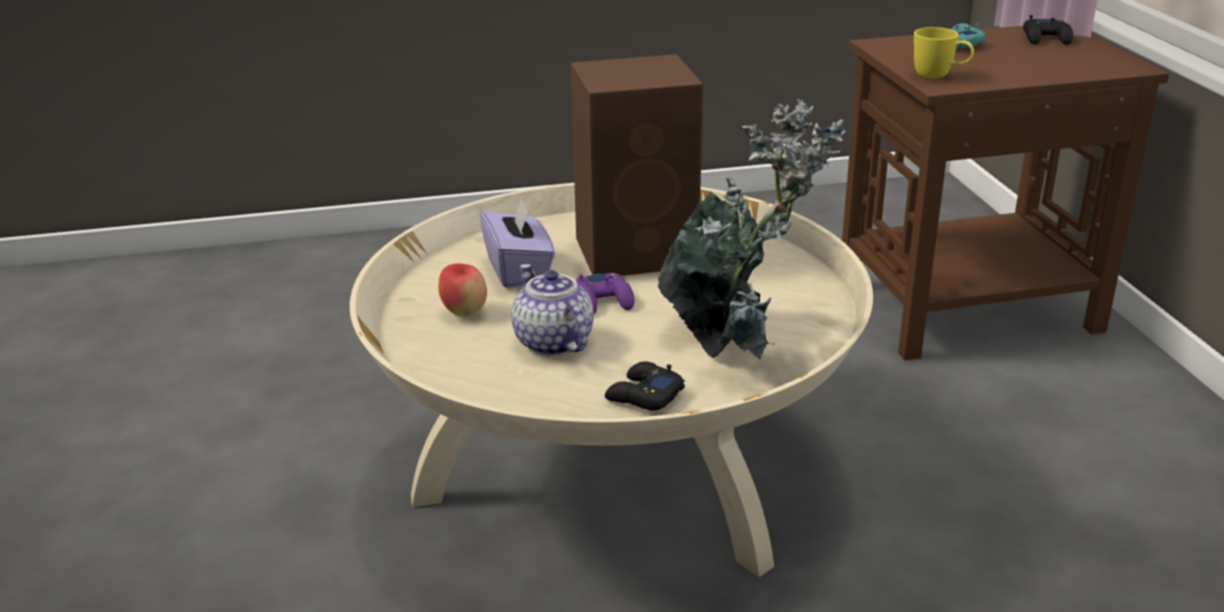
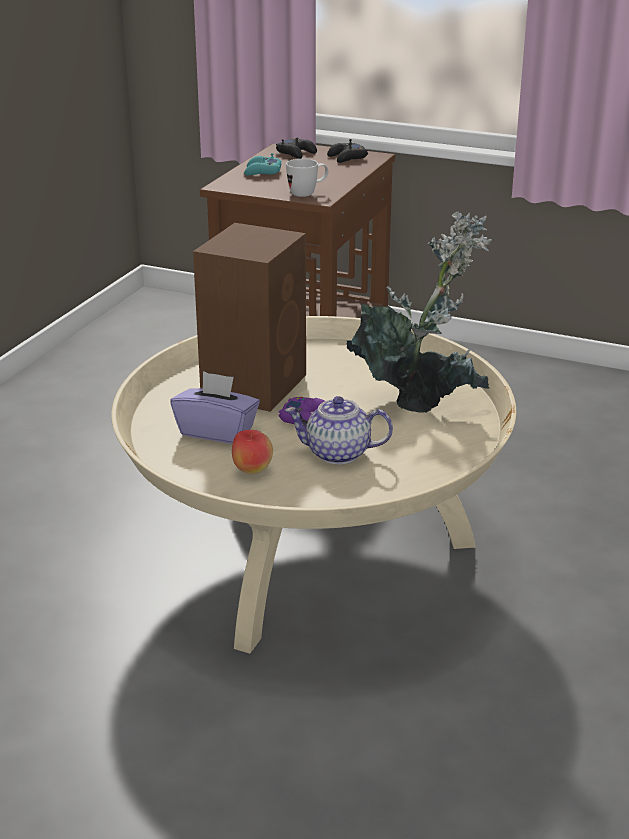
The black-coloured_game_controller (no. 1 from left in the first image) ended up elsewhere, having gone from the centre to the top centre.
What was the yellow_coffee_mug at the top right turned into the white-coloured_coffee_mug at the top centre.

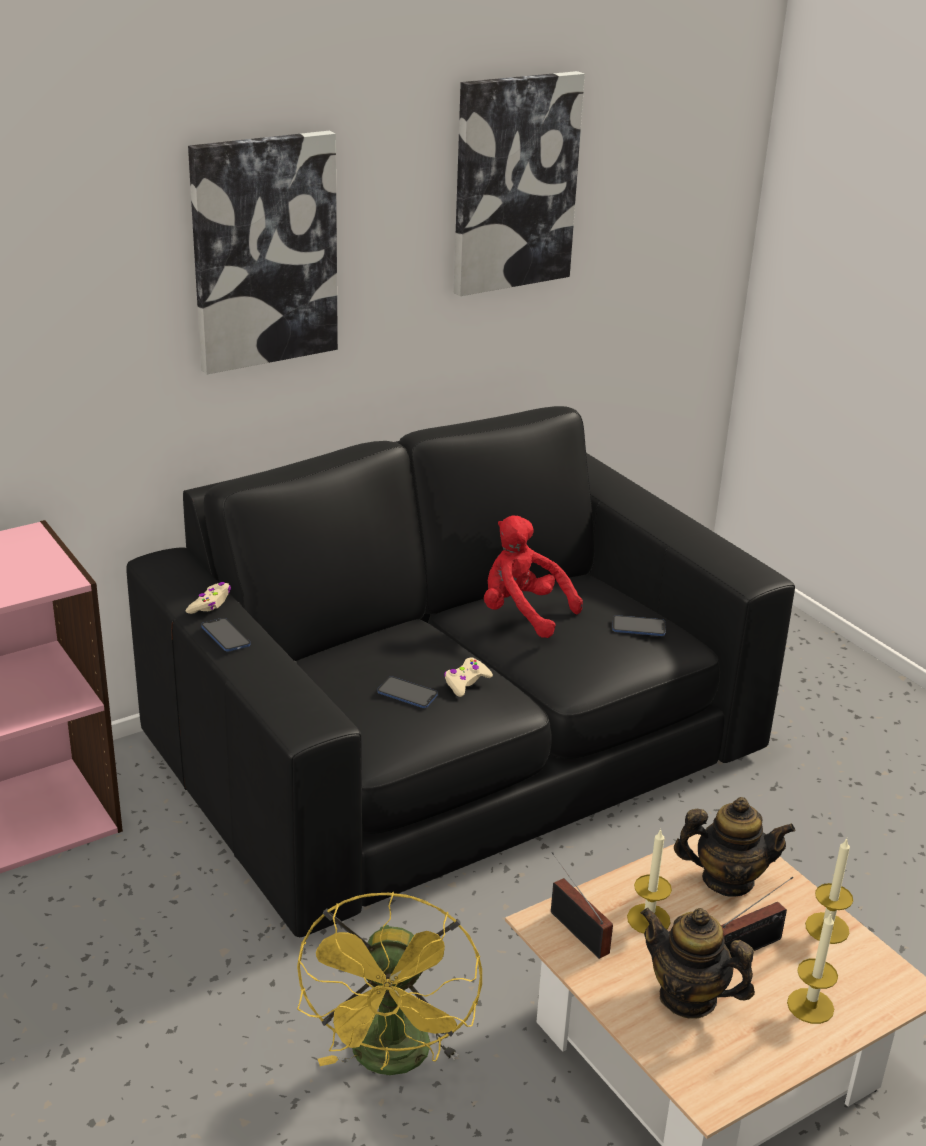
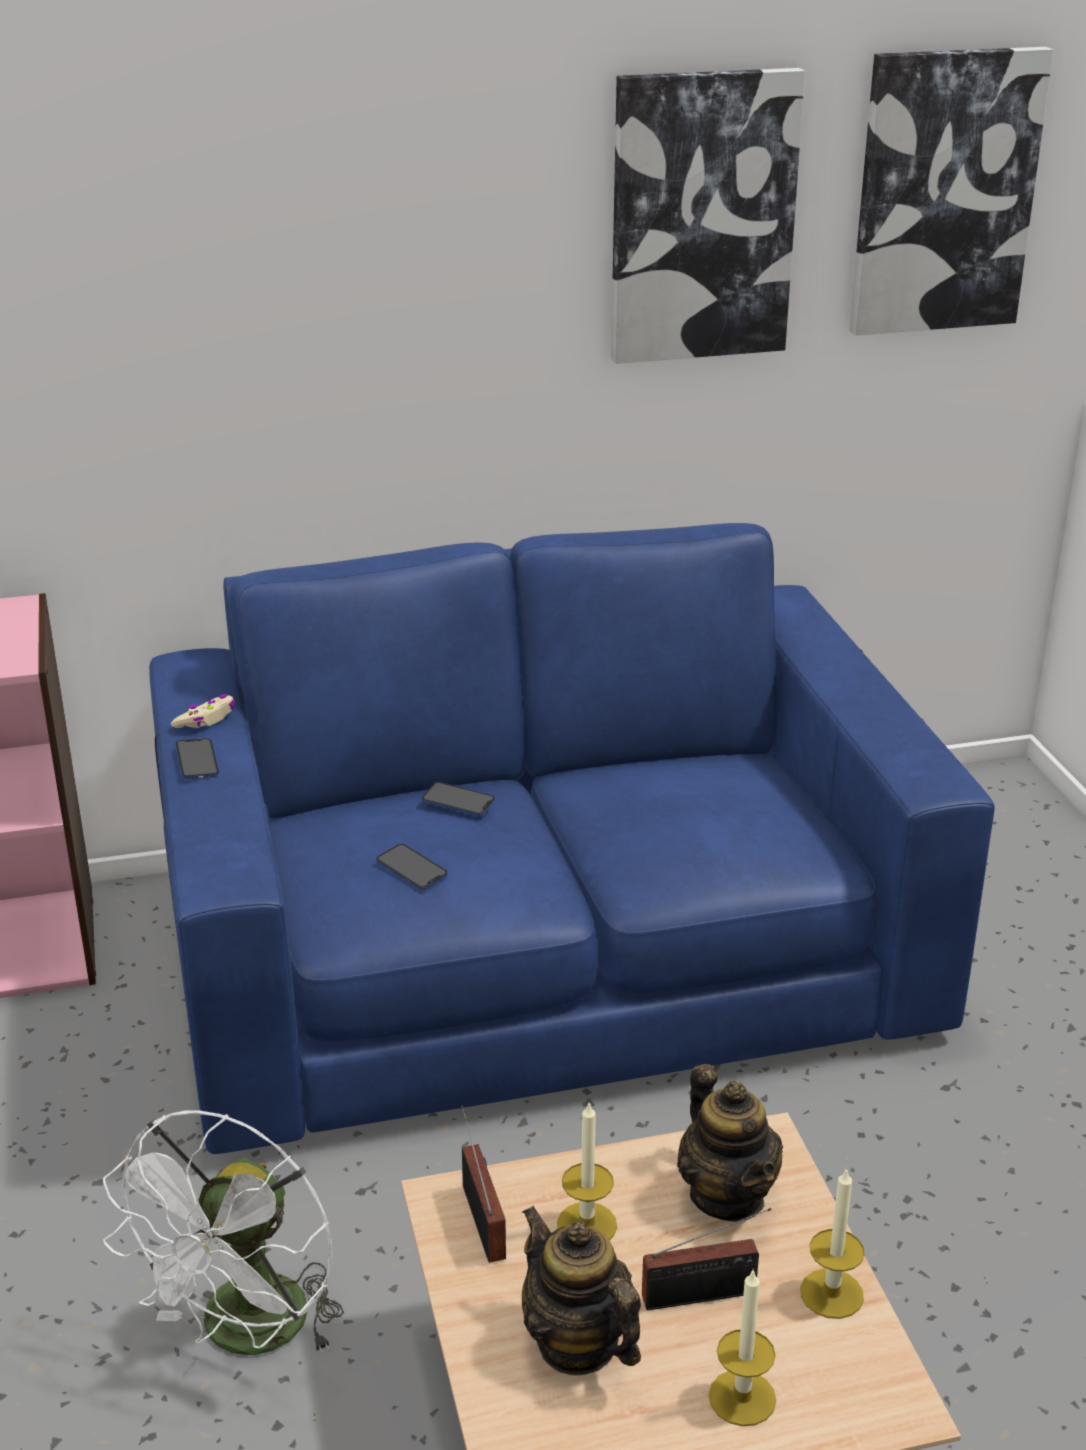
The second view lost the beige-coloured_game_controller (no. 2 from left) at the centre.
The second view lost the red-coloured_soft_toy at the centre.
The wall_art (no. 1 from left in the first image) ended up elsewhere, having gone from the top left to the top right.
The telephone (no. 3 from left) ended up elsewhere, having gone from the middle right to the centre.
What was the black-coloured_settee at the centre turned into the blue_settee at the centre.
What was the yellow_electric_fan at the bottom centre turned into the white-coloured_electric_fan at the bottom left.
The tea_pot (no. 2 from left) at the bottom right ended up facing another way, 45 degrees clockwise from before.

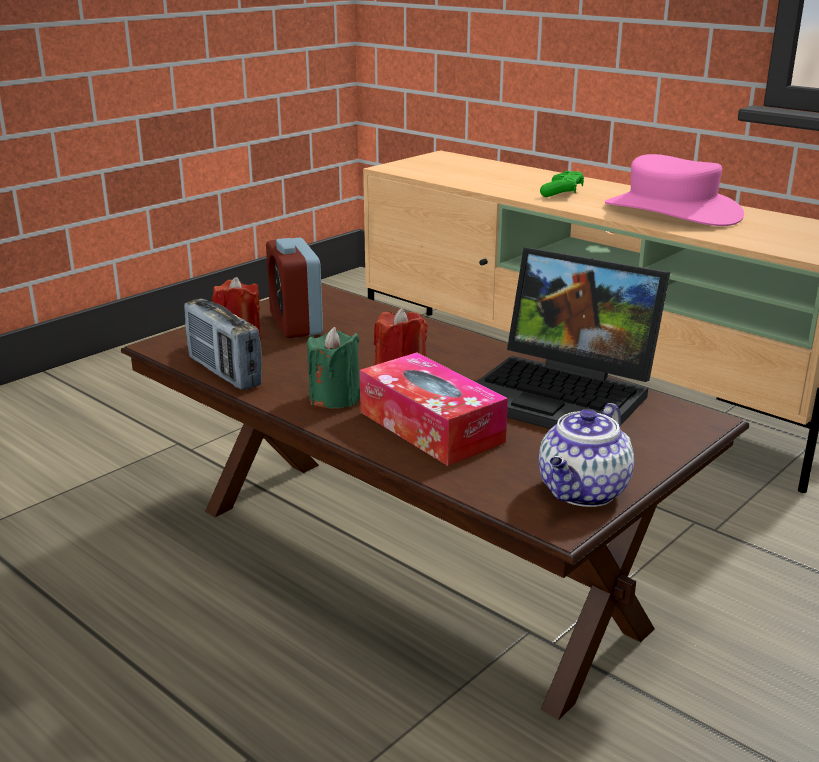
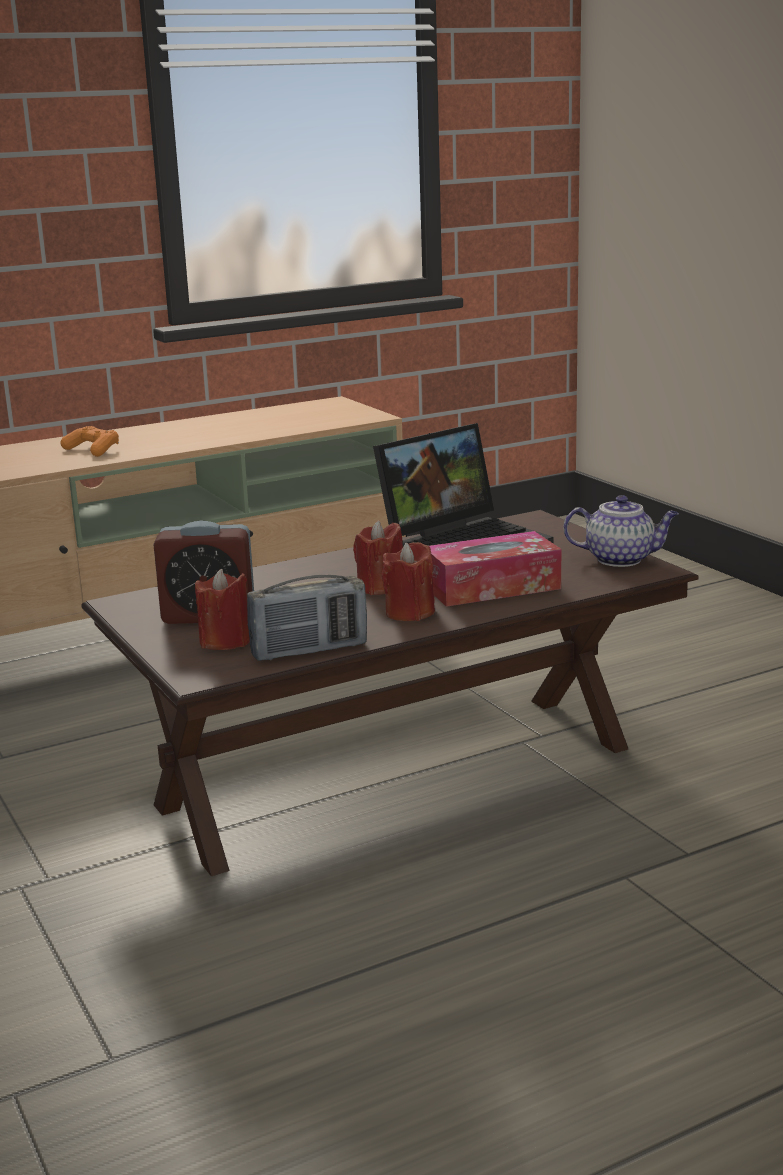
The second view lost the pinkish_hat at the top right.
What was the green_wax_candle at the centre turned into the red-coloured_wax_candle (no. 3 from left) at the centre.
What was the green_game_controller at the top right turned into the orange_game_controller at the middle left.
The tea_pot at the middle right ended up facing another way, 45 degrees counterclockwise from before.

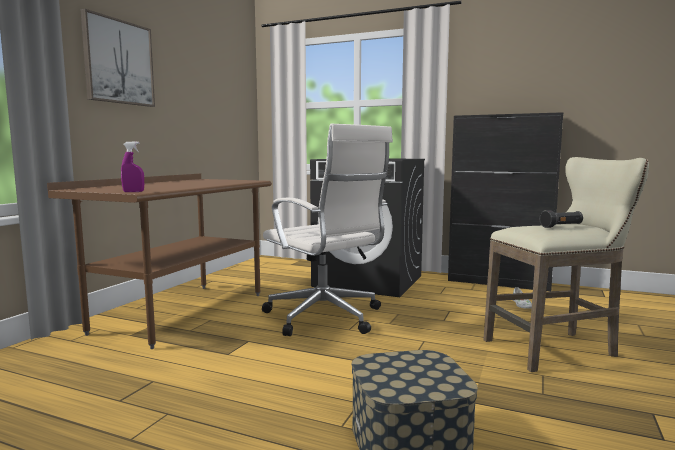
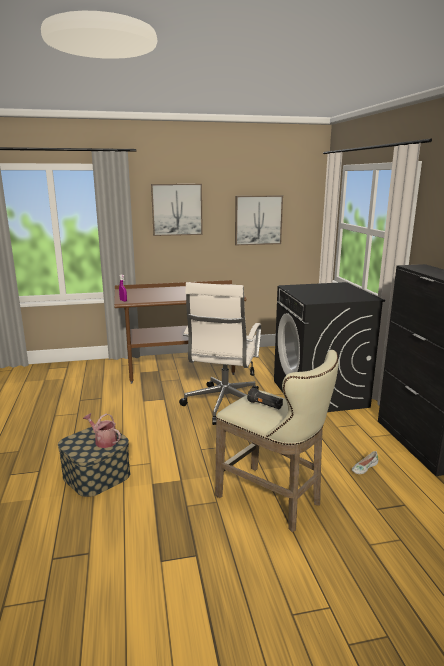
The second view gained the sprinkling_can at the middle left.
The second view gained the wall_art (no. 2 from left) at the top centre.

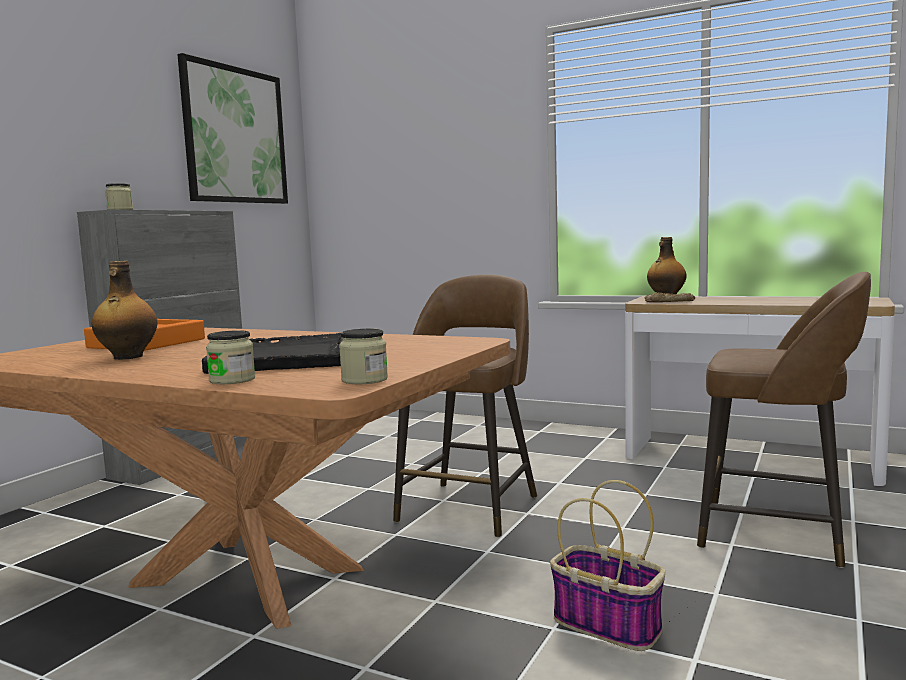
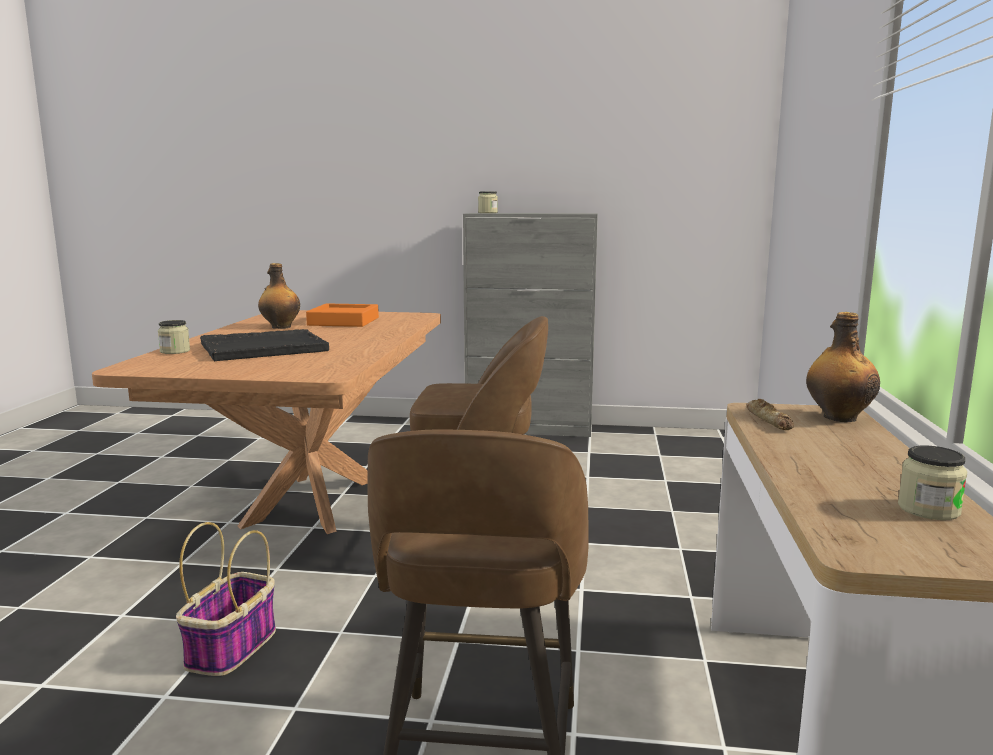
The second view lost the wall_art at the top left.
The jar (no. 3 from left) ended up elsewhere, having gone from the centre to the middle right.

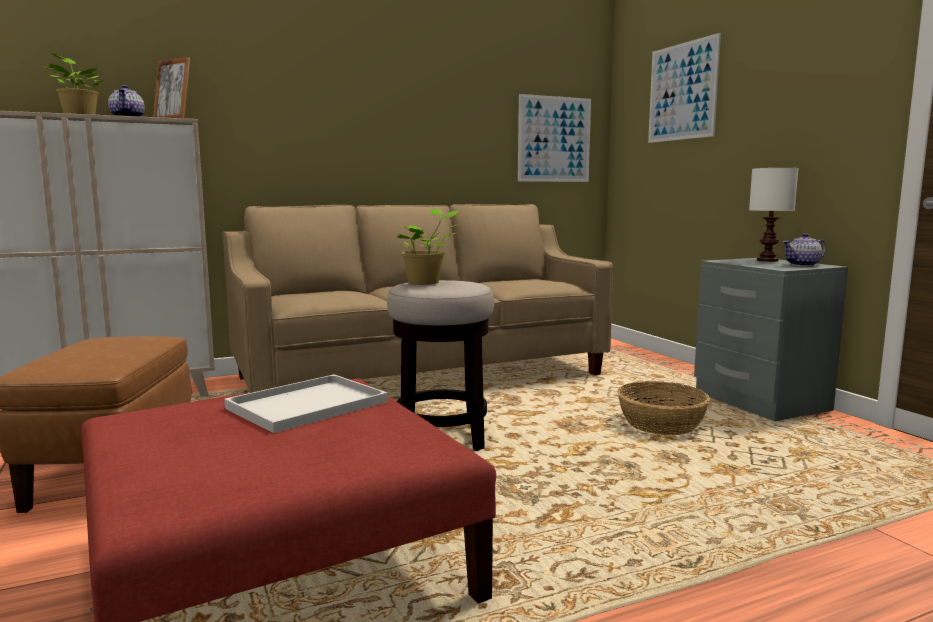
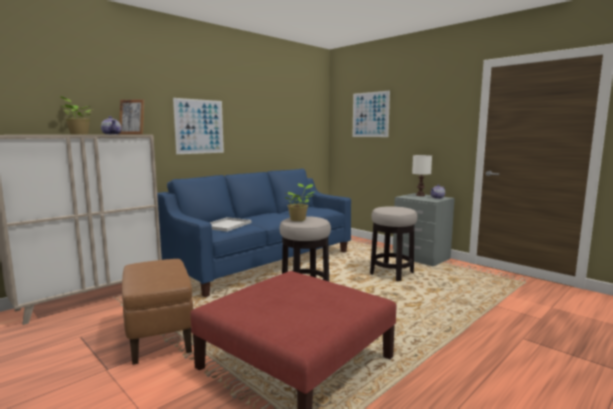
The white-coloured_serving_tray ended up elsewhere, having gone from the middle left to the centre.
The wall_art (no. 1 from left) ended up elsewhere, having gone from the top centre to the top left.
Where the basket stood at the middle right, the stool_seat (no. 2 from left) came to stand at the centre.
What was the beige-coloured_settee at the centre turned into the blue_settee at the centre.

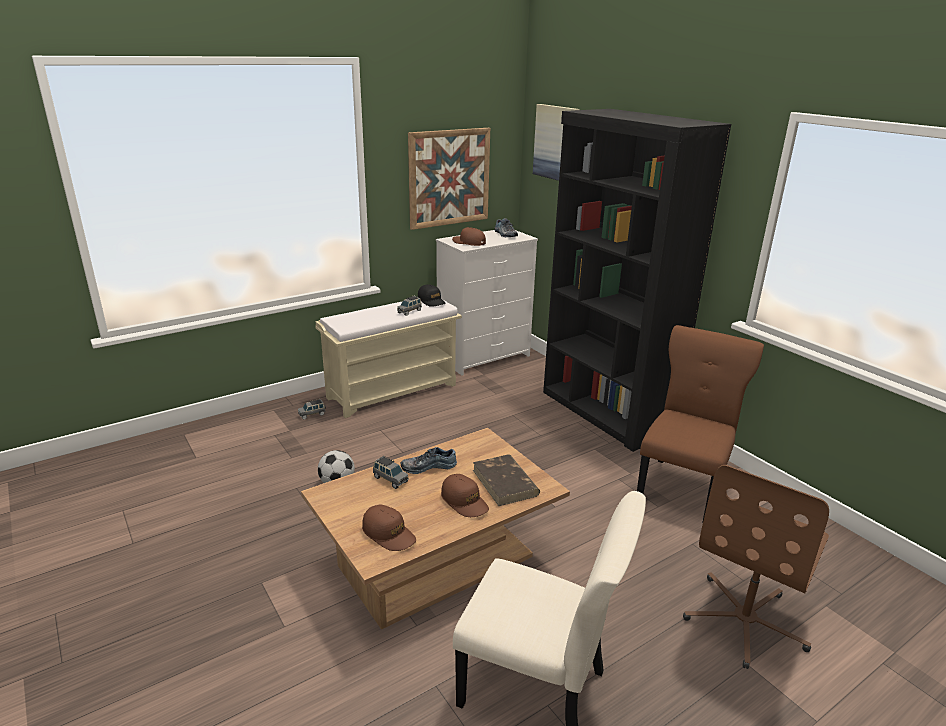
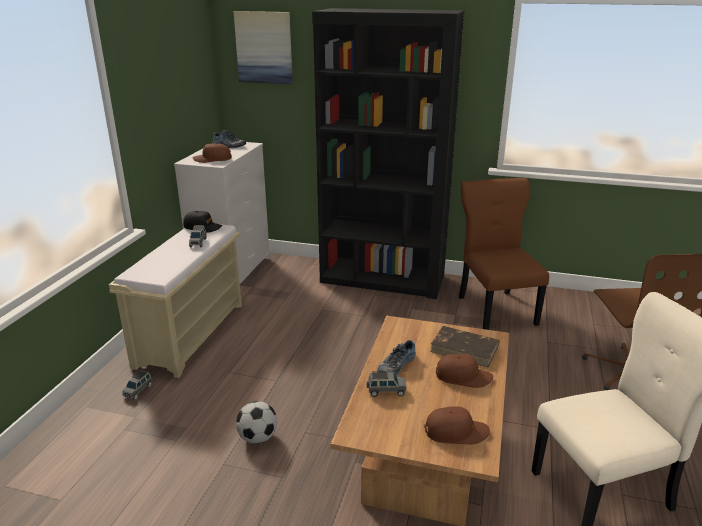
The second view lost the wall_art (no. 1 from left) at the top centre.

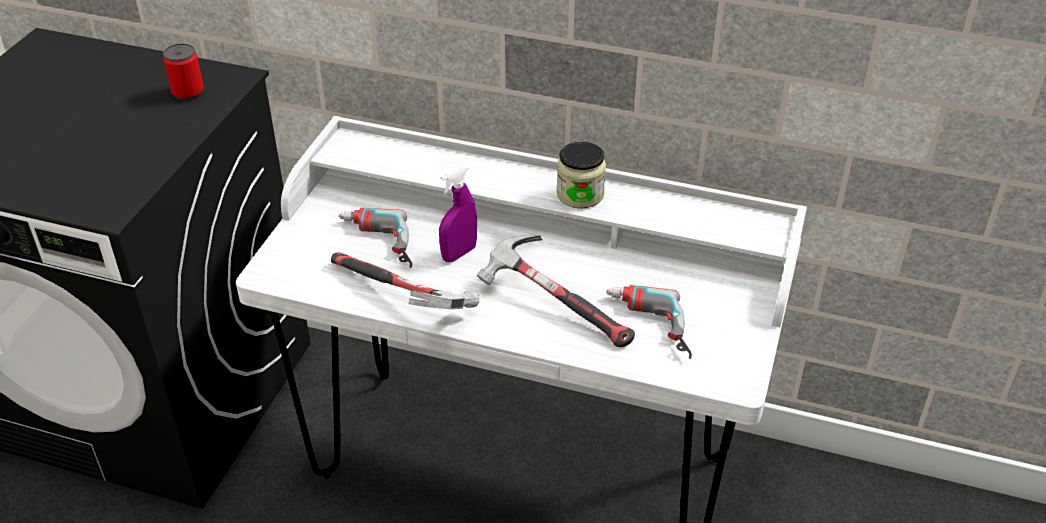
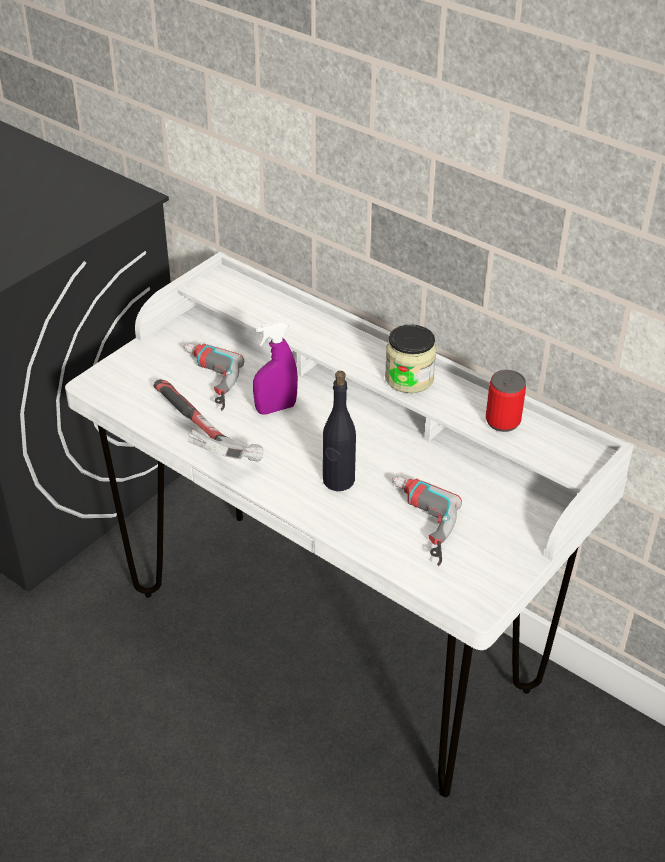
The sealed_can ended up elsewhere, having gone from the top left to the middle right.
Where the hammer (no. 2 from left) stood at the centre, the black-coloured_beverage_bottle came to stand at the centre.

